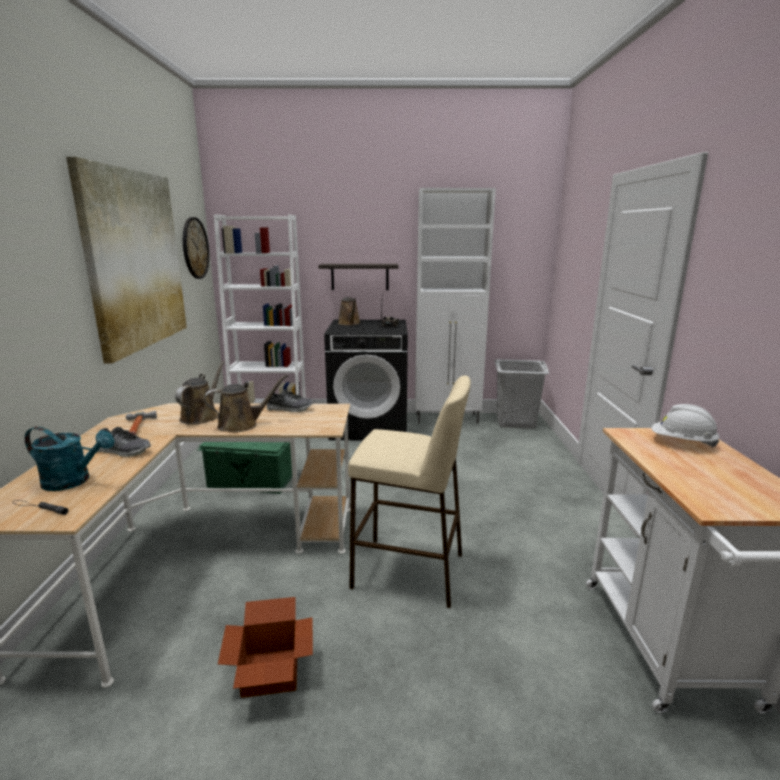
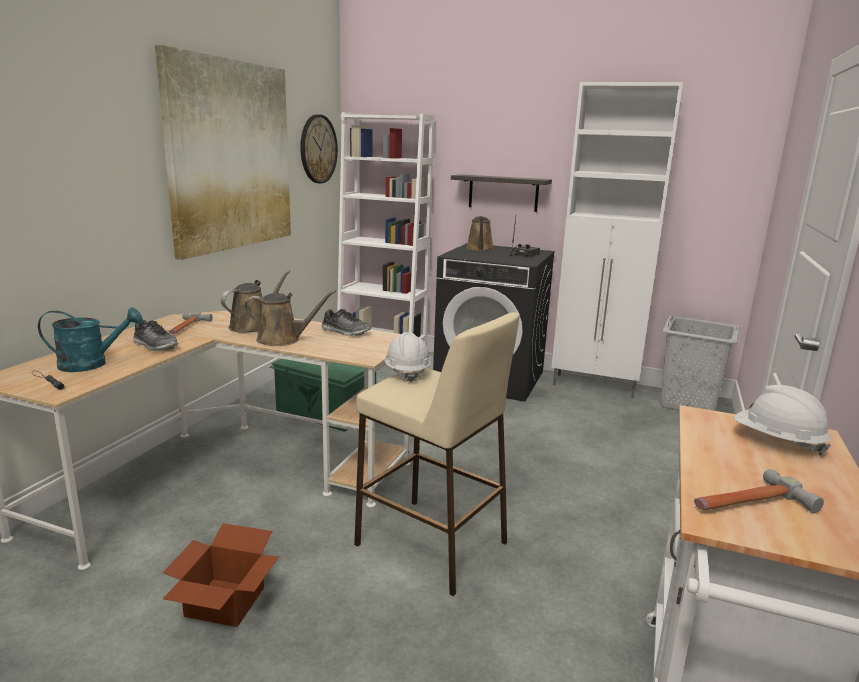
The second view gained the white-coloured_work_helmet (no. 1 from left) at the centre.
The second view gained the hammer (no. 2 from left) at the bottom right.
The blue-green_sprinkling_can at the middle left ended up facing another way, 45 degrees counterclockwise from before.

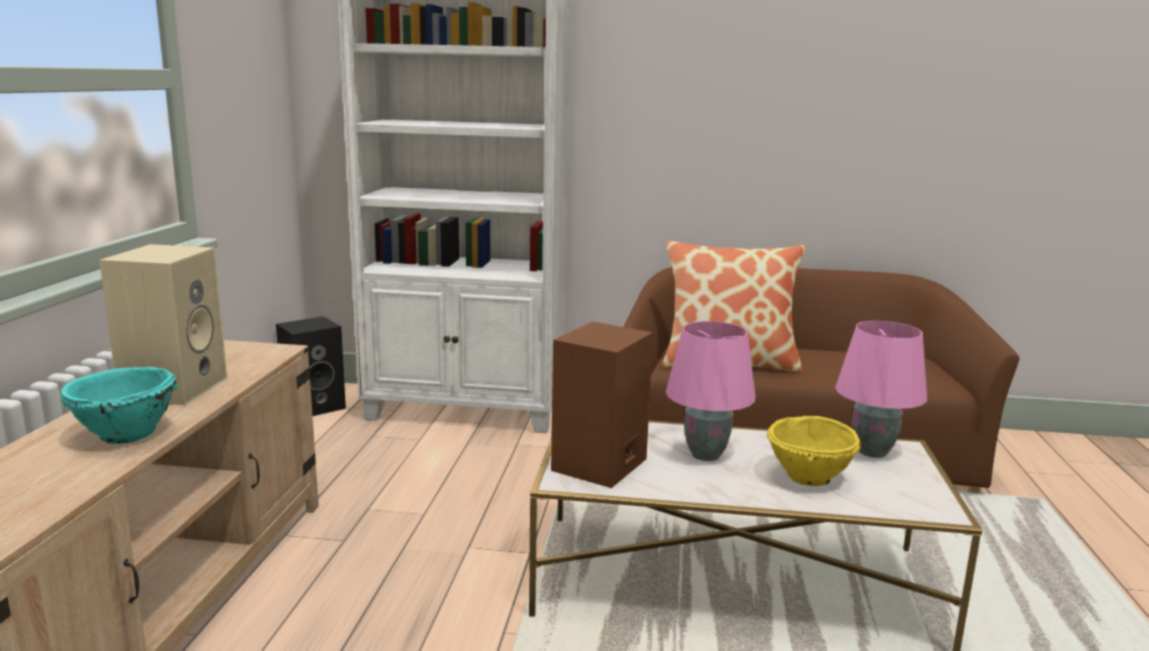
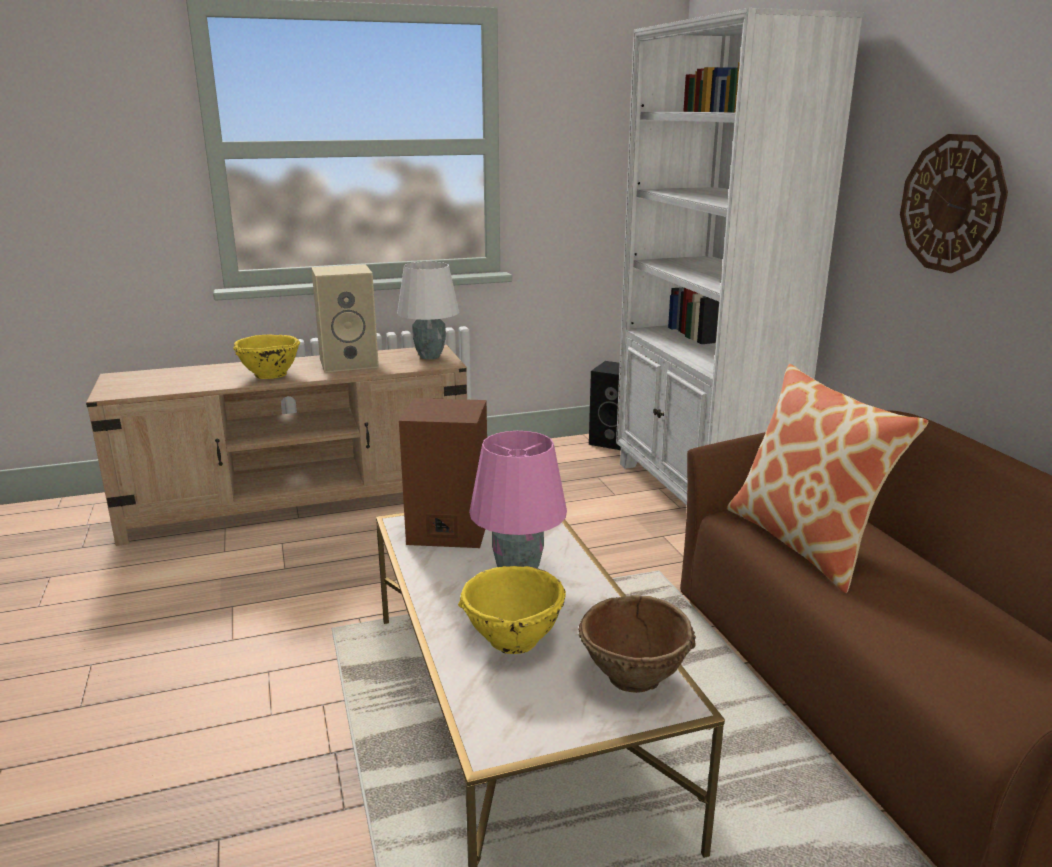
The second view gained the white-coloured_tabletop_lamp at the centre.
The second view gained the hanging_clock at the top right.
Where the pinkish_tabletop_lamp (no. 2 from left) stood at the middle right, the brown_bowl came to stand at the bottom centre.
What was the blue-green_bowl at the middle left turned into the yellow_bowl (no. 1 from left) at the middle left.

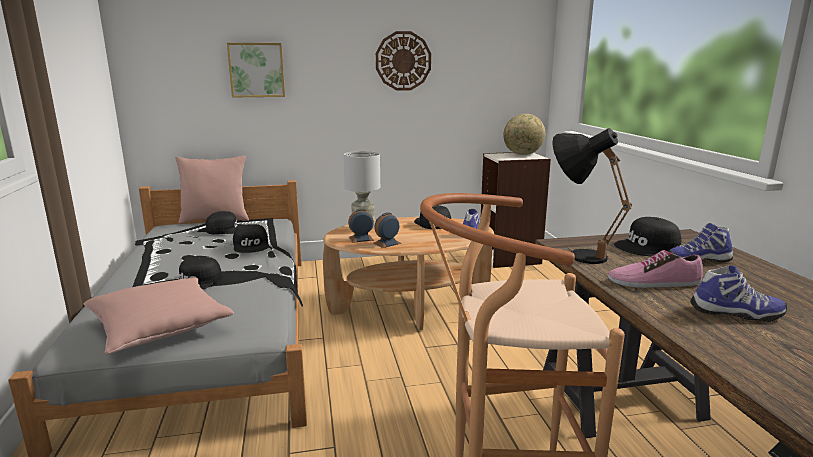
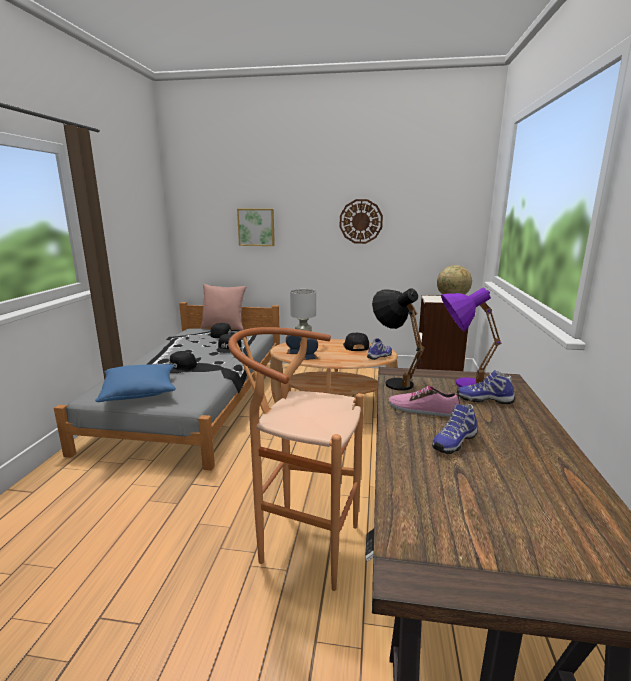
Where the black-coloured_baseball_cap (no. 5 from left) stood at the middle right, the purple_tabletop_lamp came to stand at the middle right.
What was the pinkish_throw_pillow (no. 1 from left) at the bottom left turned into the blue_throw_pillow at the middle left.
The item_of_footwear (no. 4 from left in the first image) at the middle right ended up facing another way, 105 degrees clockwise from before.

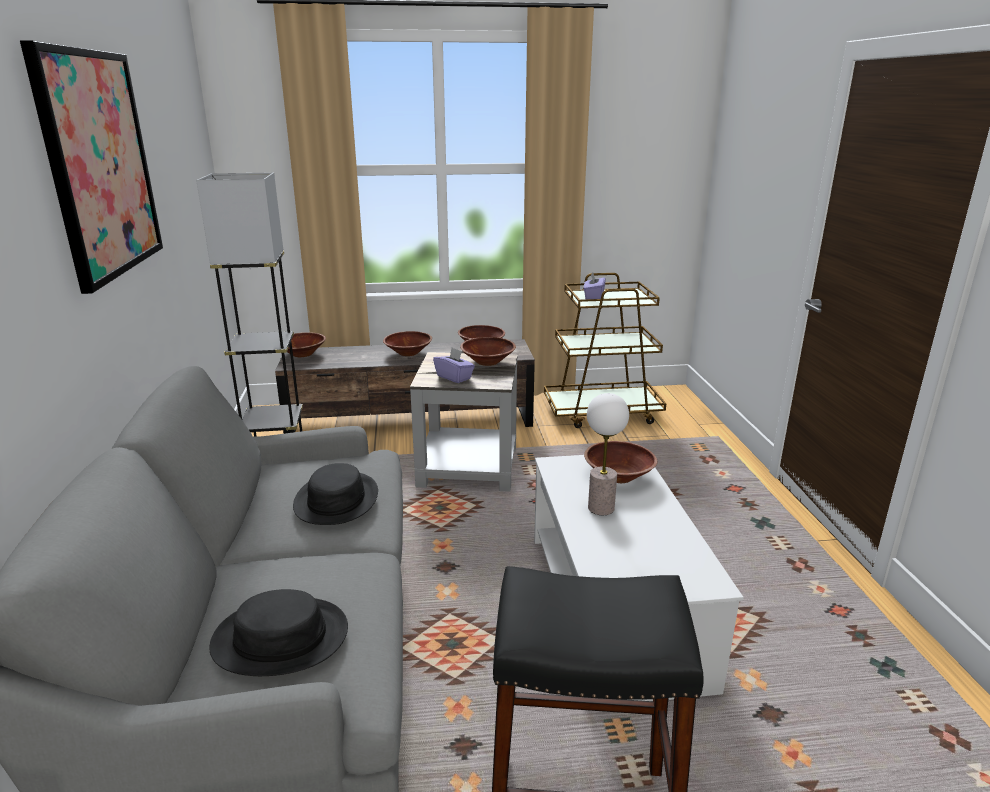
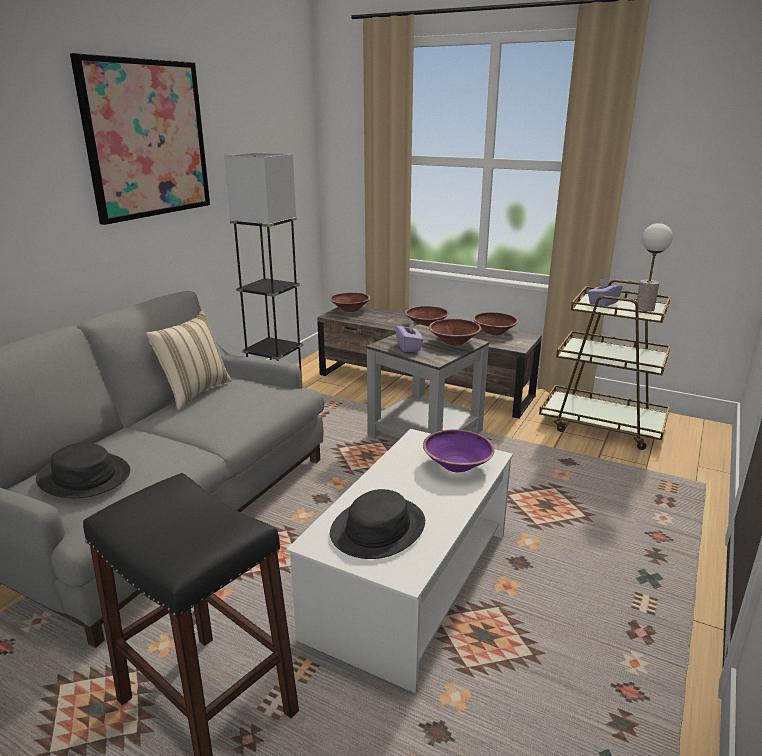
The second view gained the beige-coloured_throw_pillow at the middle left.
The black-coloured_hat (no. 2 from left) ended up elsewhere, having gone from the centre to the bottom centre.
The tabletop_lamp ended up elsewhere, having gone from the centre to the middle right.
What was the brown_bowl (no. 5 from left) at the centre turned into the purple_bowl at the centre.

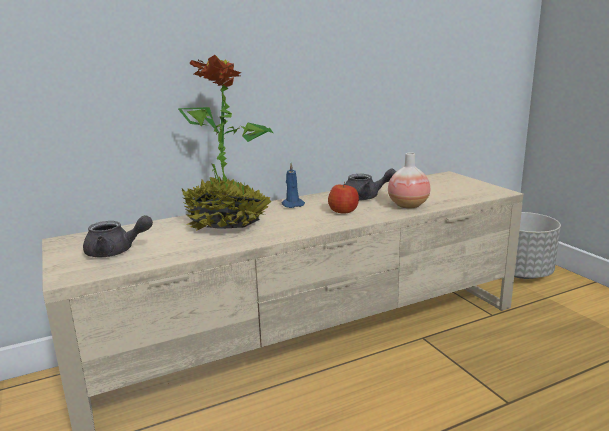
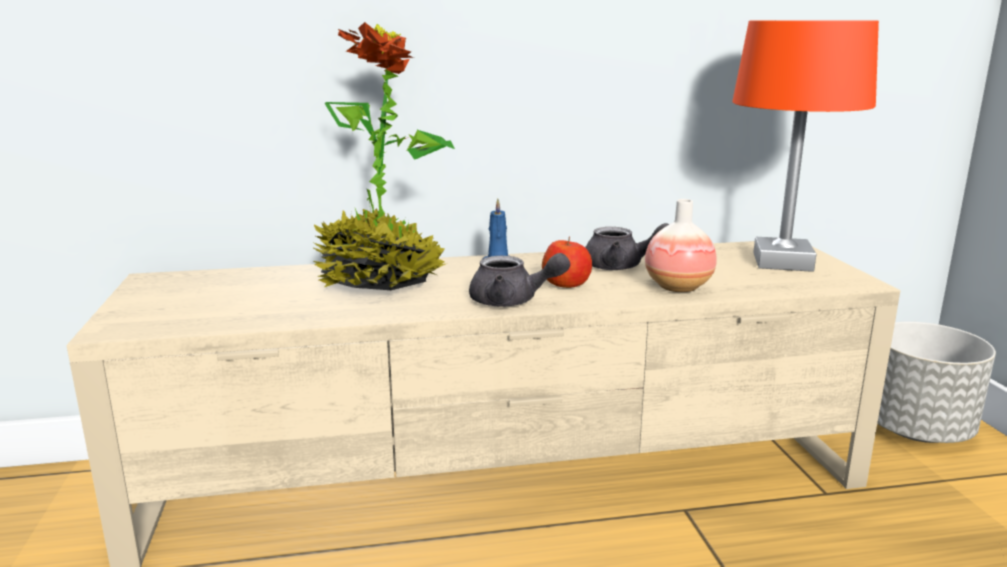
The second view gained the orange_tabletop_lamp at the top right.
The grey_tea_pot (no. 1 from left) ended up elsewhere, having gone from the middle left to the centre.

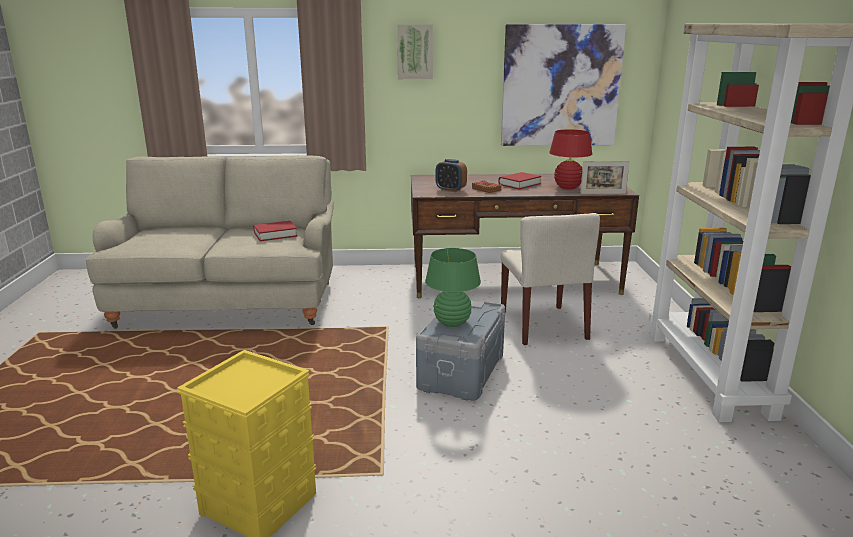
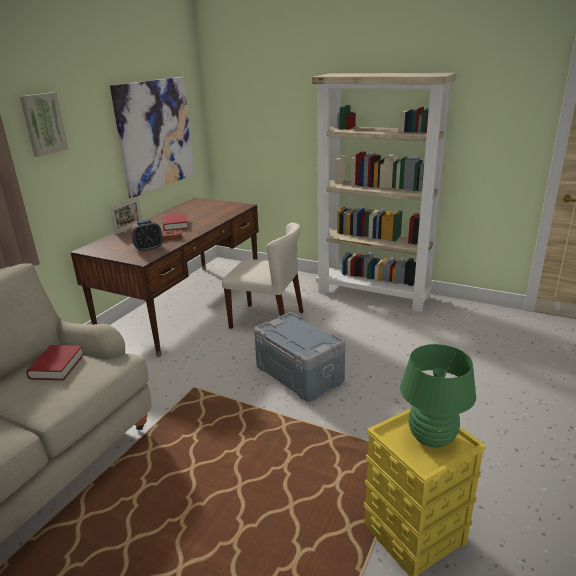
The second view lost the red-coloured_tabletop_lamp at the top right.
The green_tabletop_lamp ended up elsewhere, having gone from the centre to the bottom right.
The picture_frame ended up elsewhere, having gone from the top right to the middle left.

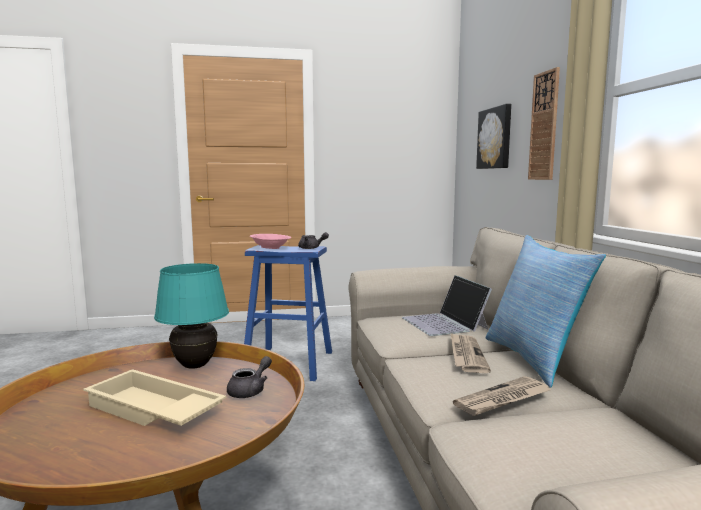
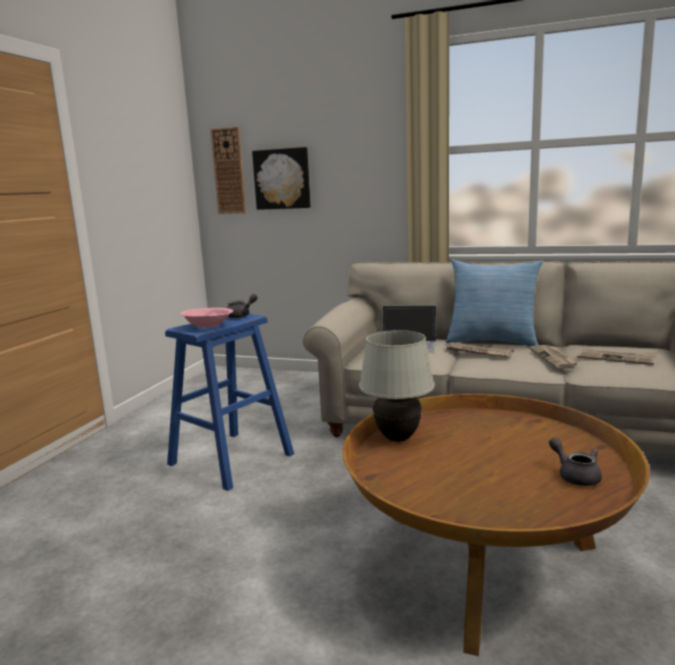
The second view lost the beige-coloured_serving_tray at the bottom left.
The second view gained the newspaper (no. 3 from left) at the middle right.
The grey_tea_pot (no. 1 from left in the first image) ended up elsewhere, having gone from the bottom centre to the bottom right.
The hanging_clock ended up elsewhere, having gone from the top right to the top centre.
What was the blue-green_tabletop_lamp at the middle left turned into the white-coloured_tabletop_lamp at the centre.

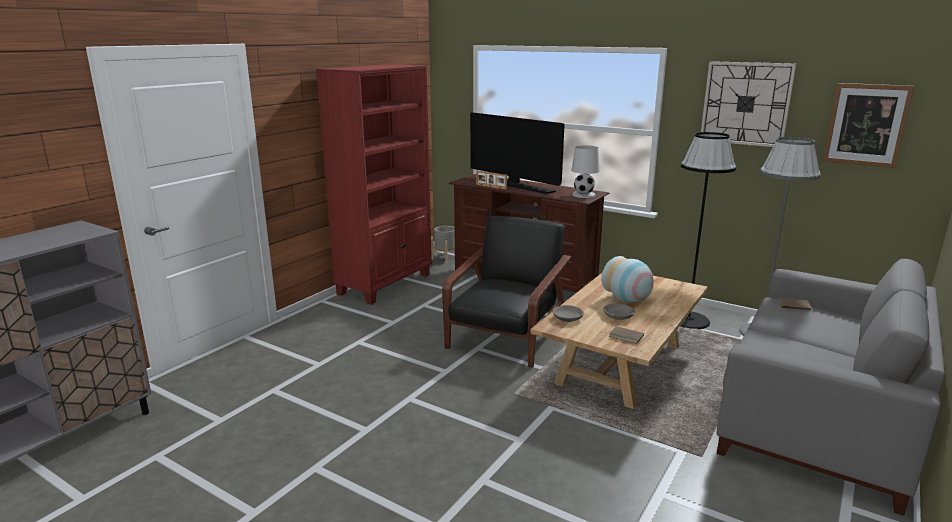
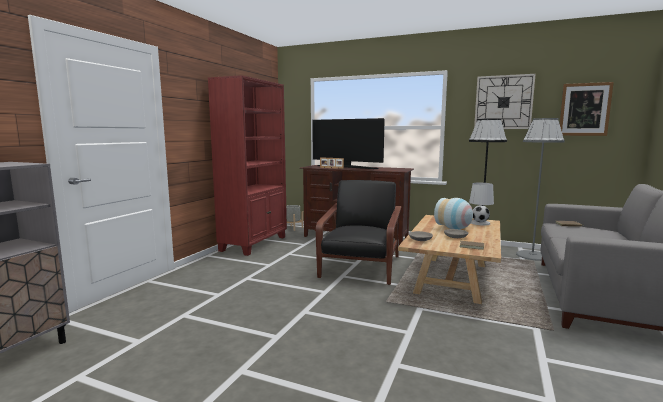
The white-coloured_tabletop_lamp ended up elsewhere, having gone from the top centre to the middle right.

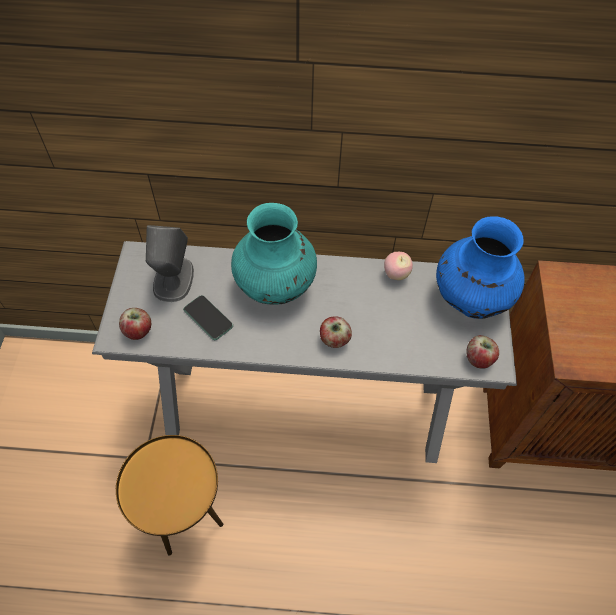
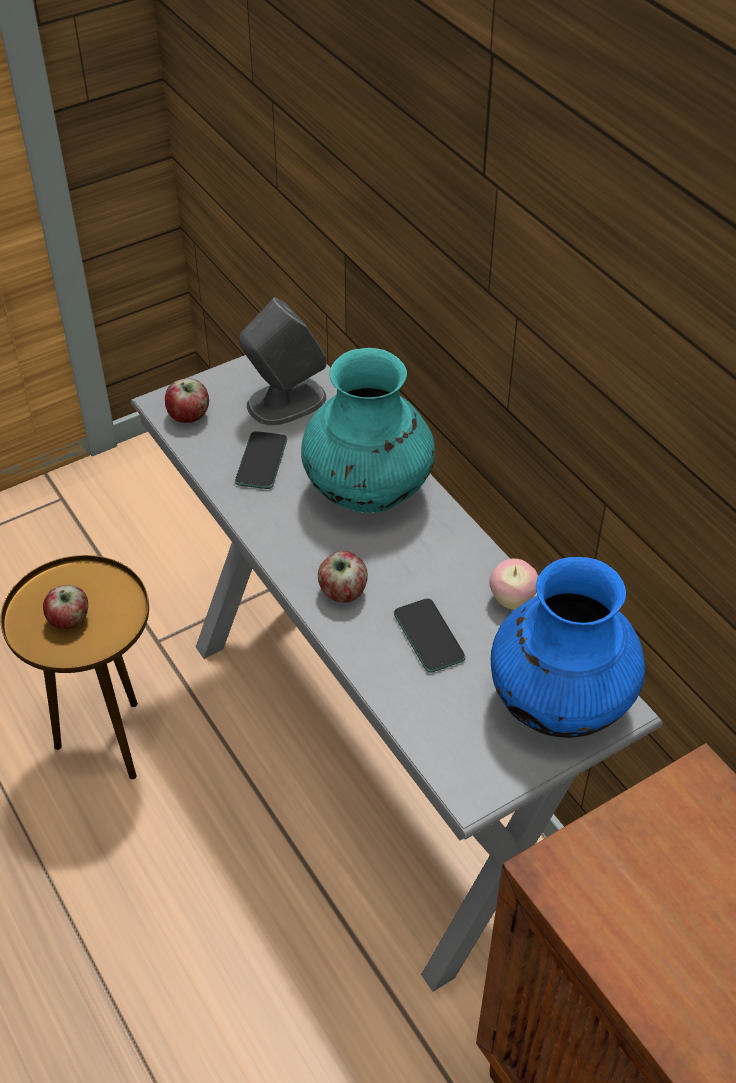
The second view gained the telephone (no. 2 from left) at the centre.
The apple (no. 4 from left in the first image) ended up elsewhere, having gone from the middle right to the middle left.

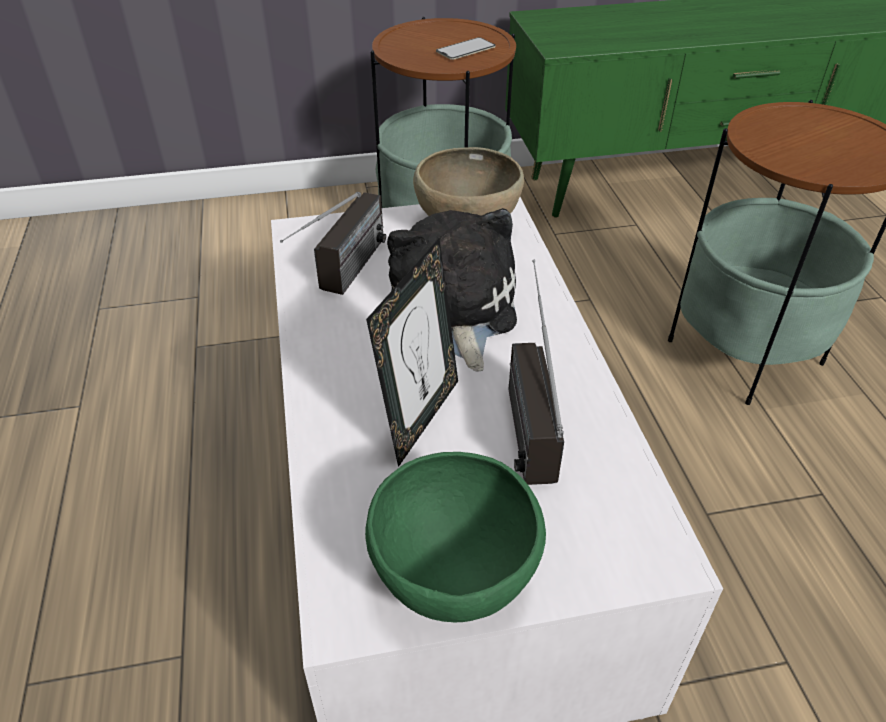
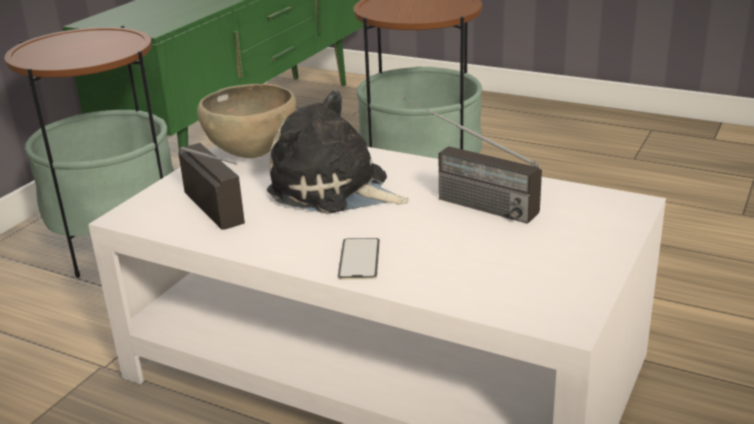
The second view lost the green_bowl at the bottom centre.
The second view lost the picture_frame at the centre.
The telephone ended up elsewhere, having gone from the top centre to the centre.

